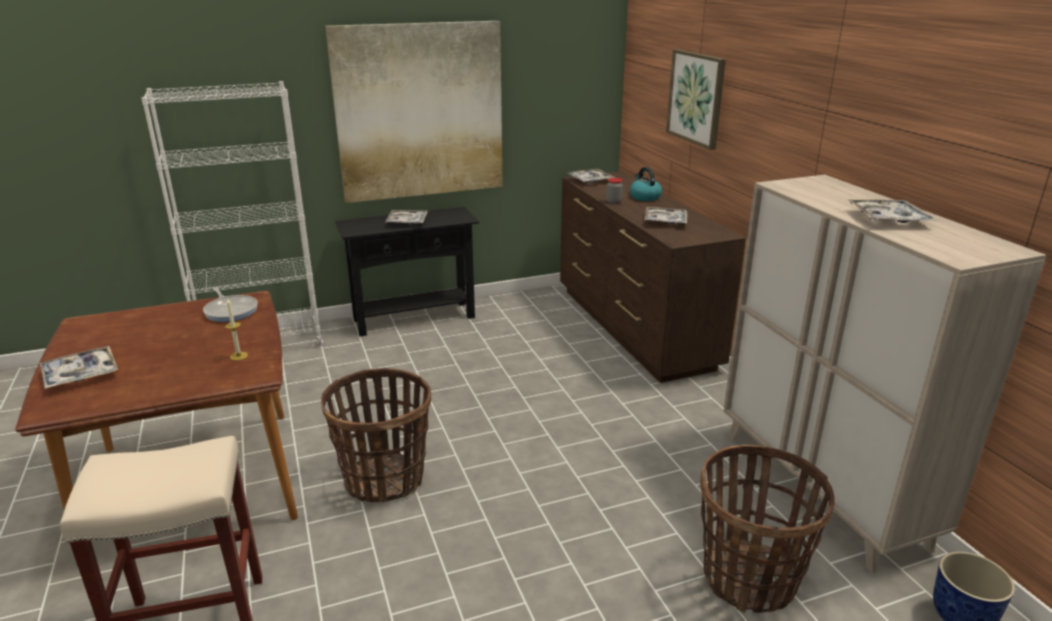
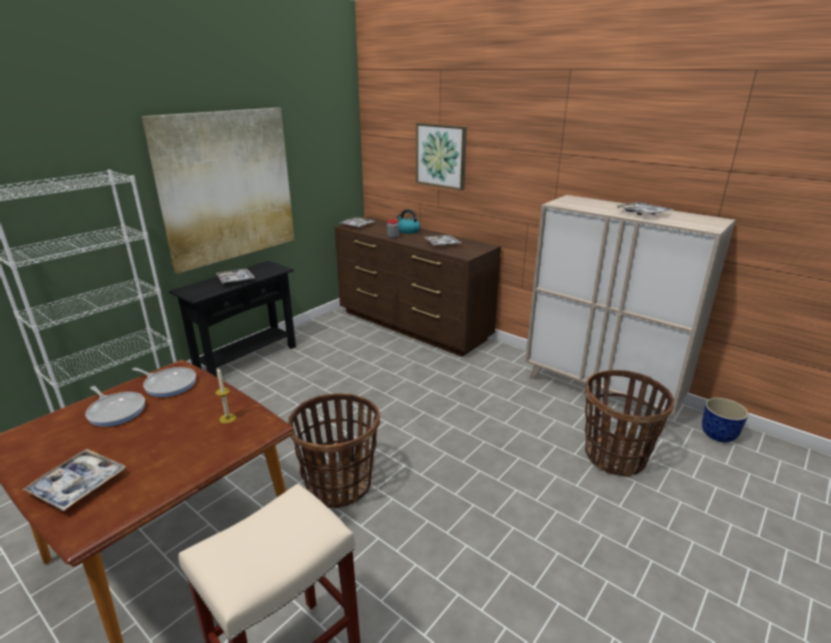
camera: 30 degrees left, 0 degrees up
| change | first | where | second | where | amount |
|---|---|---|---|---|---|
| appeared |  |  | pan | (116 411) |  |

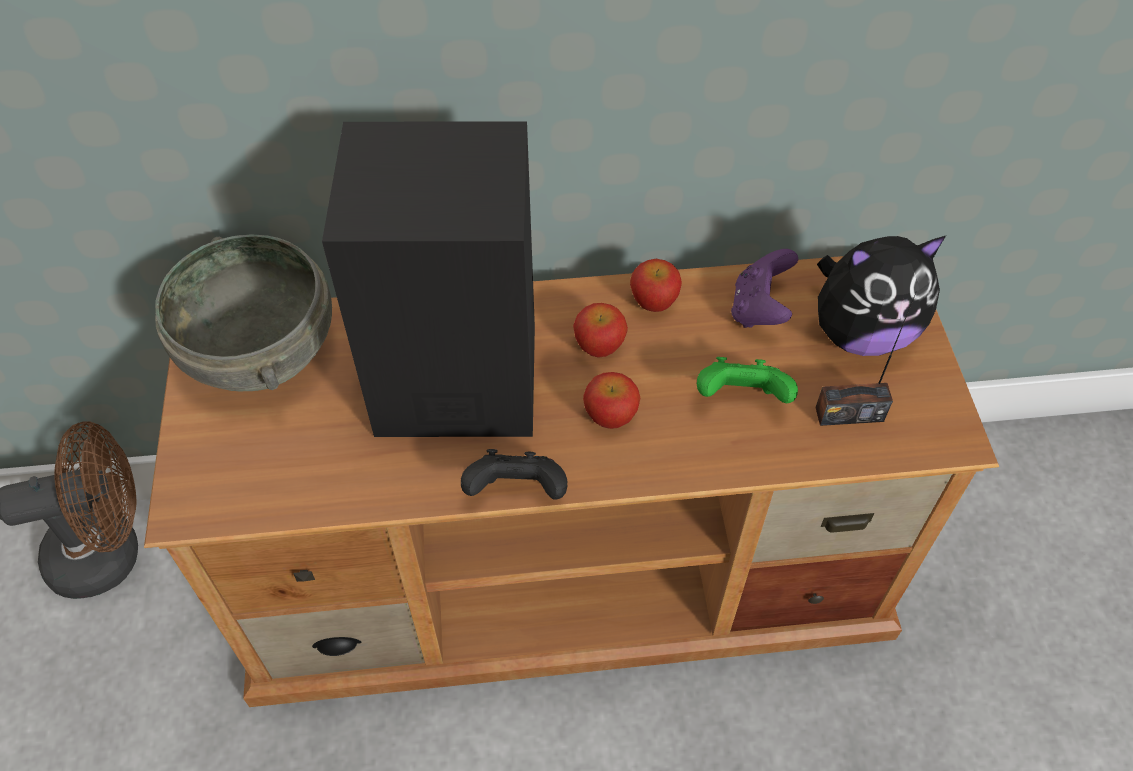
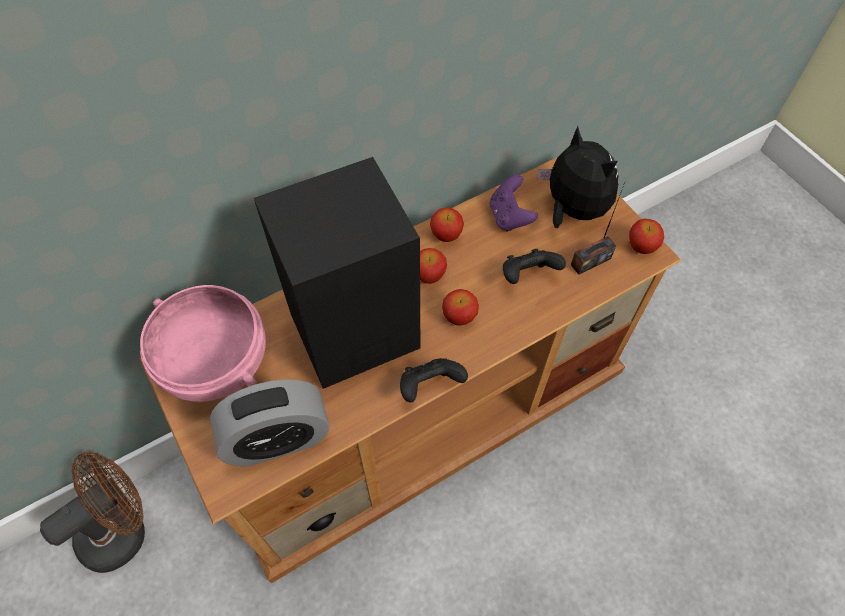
camera: 25 degrees left, 5 degrees up
| change | first | where | second | where | amount |
|---|---|---|---|---|---|
| colour | gray deep dish | (263 352) | pinkish deep dish | (218 363) |  |
| appeared |  |  | alarm clock | (278 439) |  |
| colour | green-coloured game controller | (741 399) | black game controller | (527 276) |  |
| spun | cuddly toy | (861 333) |  | (572 210) | 90 degrees counterclockwise |
| appeared |  |  | apple fruit | (641 246) |  |

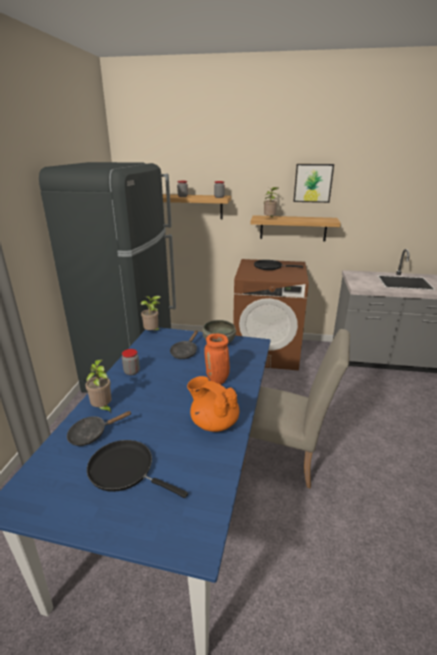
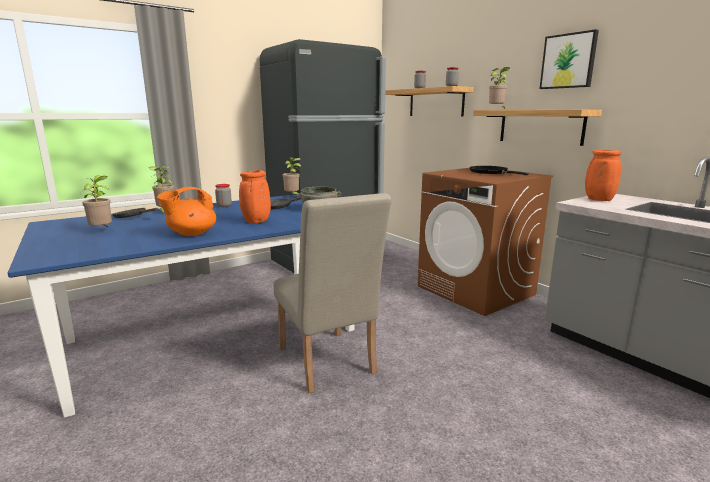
camera: 45 degrees right, 10 degrees down
| change | first | where | second | where | amount |
|---|---|---|---|---|---|
| exchanged | black pan | (125 470) | plant in a pot | (102 231) |  |
| spun | orangey tea pot | (214 422) |  | (191 234) | 120 degrees counterclockwise |
| appeared |  |  | orangey flower vase | (598 200) |  |

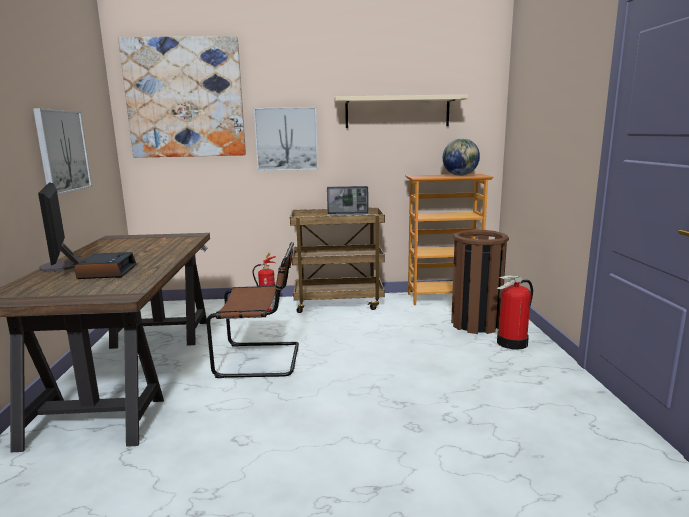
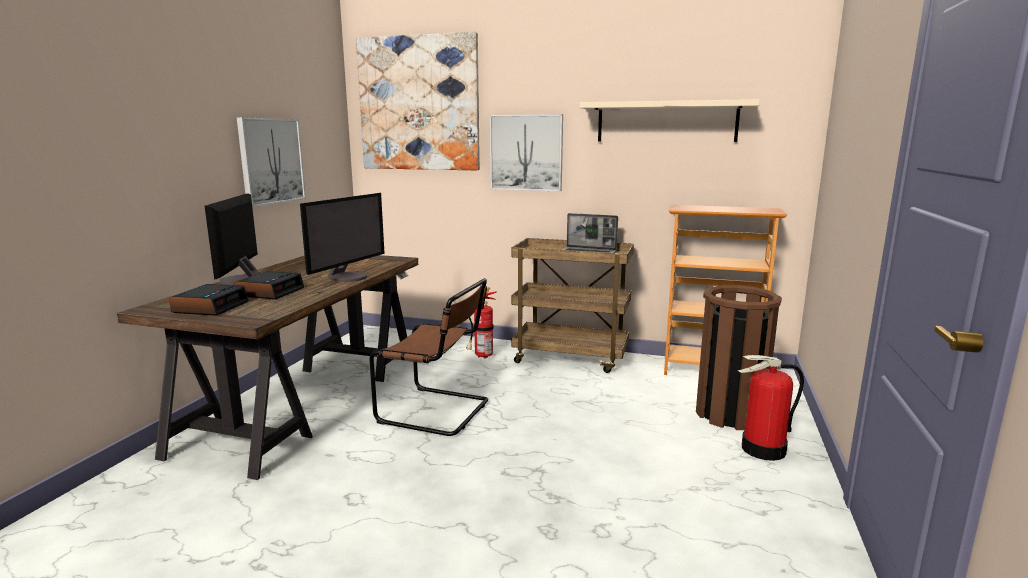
camera: 20 degrees right, 0 degrees up
| change | first | where | second | where | amount |
|---|---|---|---|---|---|
| appeared |  |  | alarm clock | (210 307) |  |
| appeared |  |  | computer display | (348 277) |  |
| missing | desk globe | (460 175) |  |  |  |

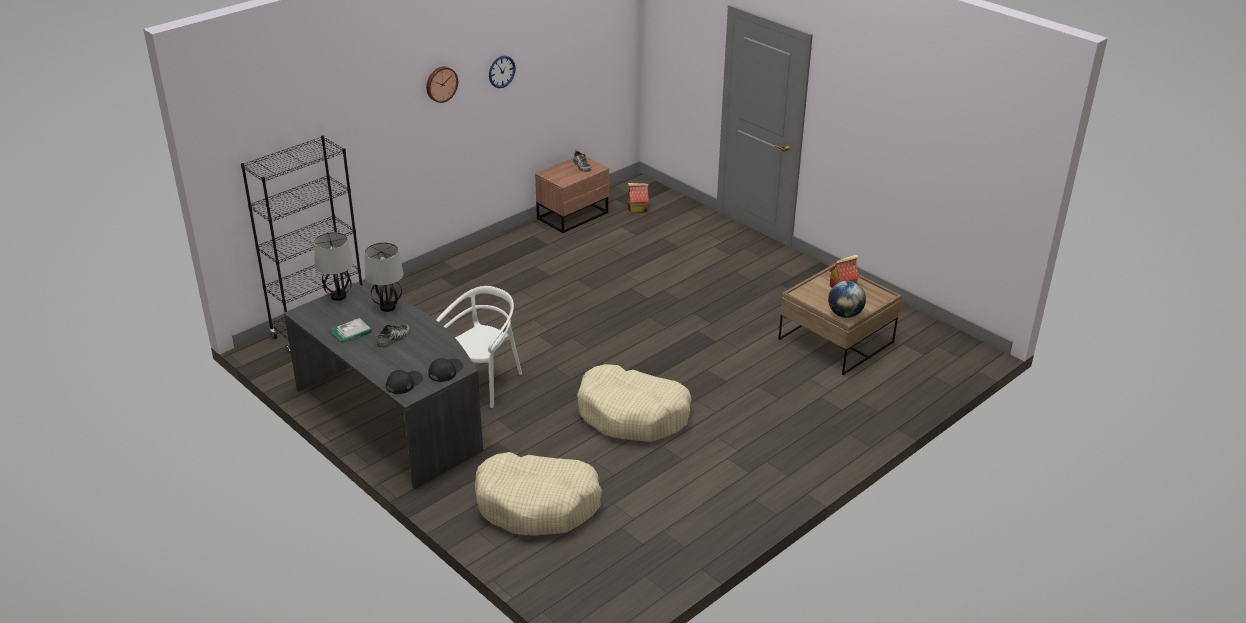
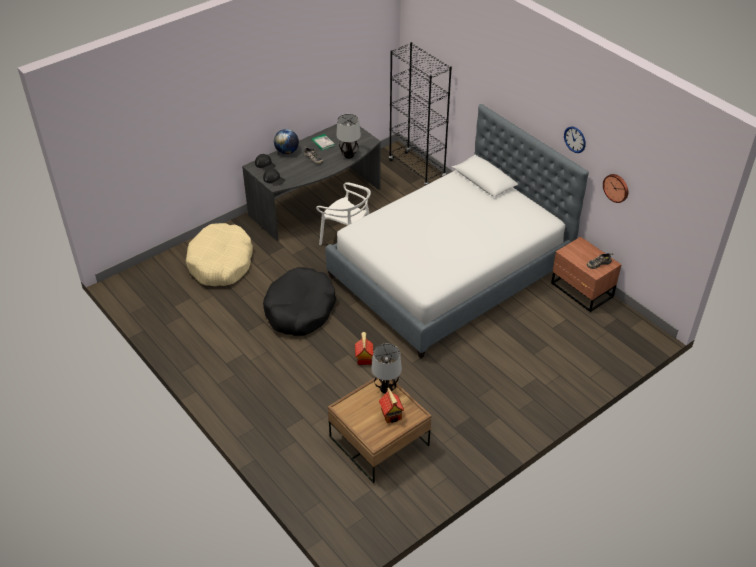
camera: 95 degrees right, 10 degrees up
| change | first | where | second | where | amount |
|---|---|---|---|---|---|
| colour | sand-coloured dog bed | (633 415) | black dog bed | (300 310) |  |
| relocated | desk globe | (844 314) |  | (287 151) |  |
| appeared |  |  | bed | (450 271) |  |
| relocated | toy house | (637 209) |  | (363 358) |  |
| relocated | lamp for a table | (338 296) |  | (386 388) |  |
| relocated | hanging clock | (441 84) |  | (616 187) |  |

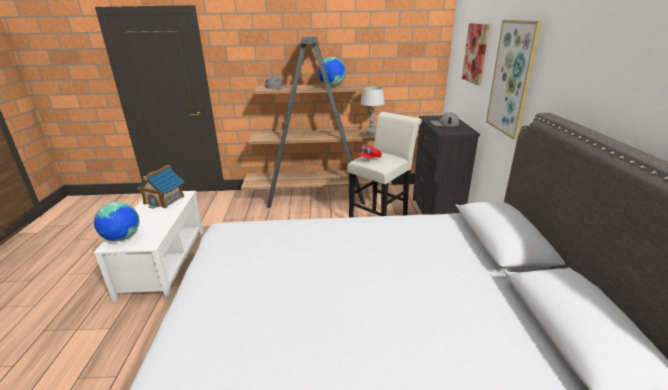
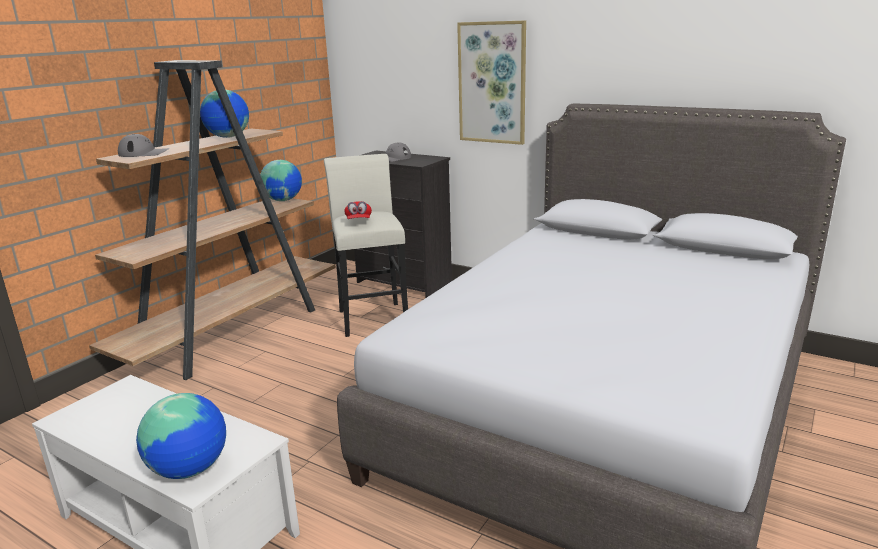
camera: 55 degrees left, 5 degrees down
| change | first | where | second | where | amount |
|---|---|---|---|---|---|
| exchanged | gray lamp for a table | (371 132) | desk globe | (283 200) |  |
| missing | toy house | (164 200) |  |  |  |
| missing | picture | (475 53) |  |  |  |

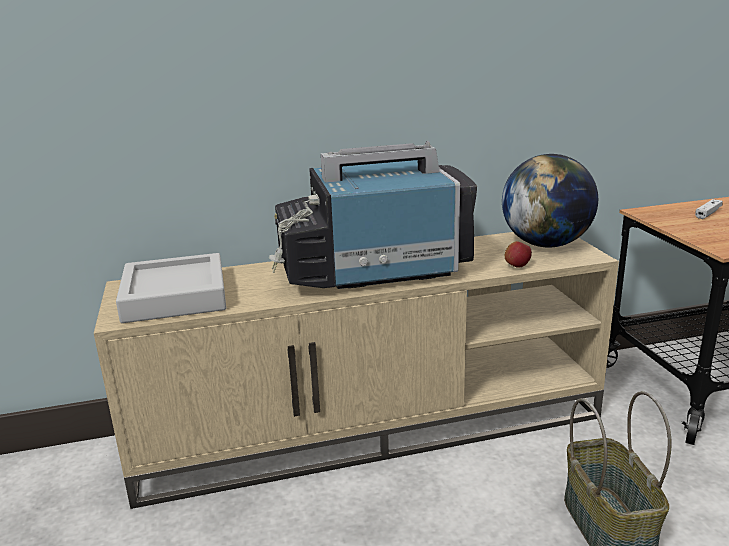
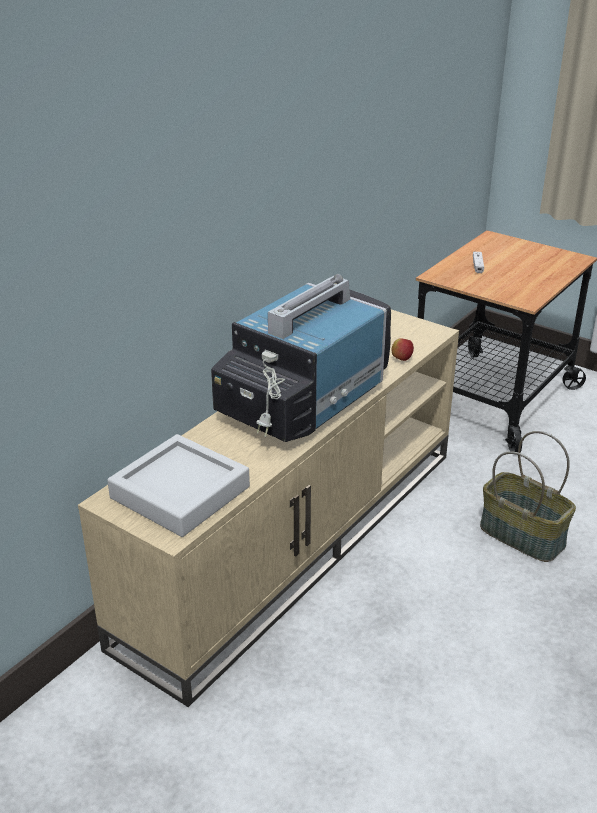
camera: 40 degrees left, 10 degrees up
| change | first | where | second | where | amount |
|---|---|---|---|---|---|
| missing | desk globe | (546 244) |  |  |  |

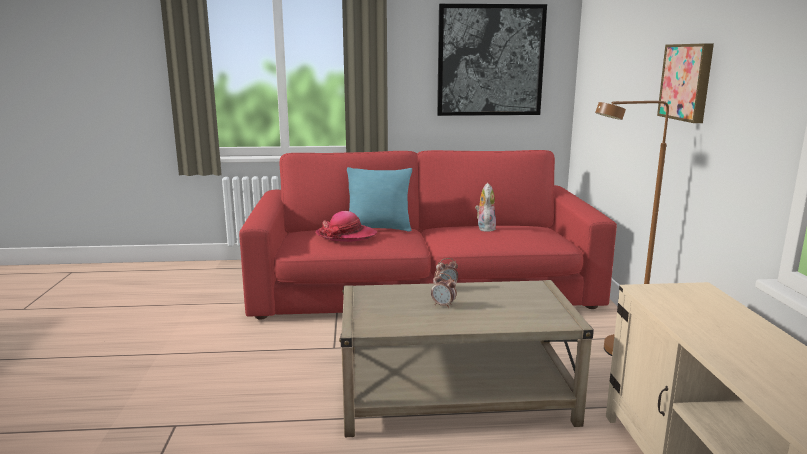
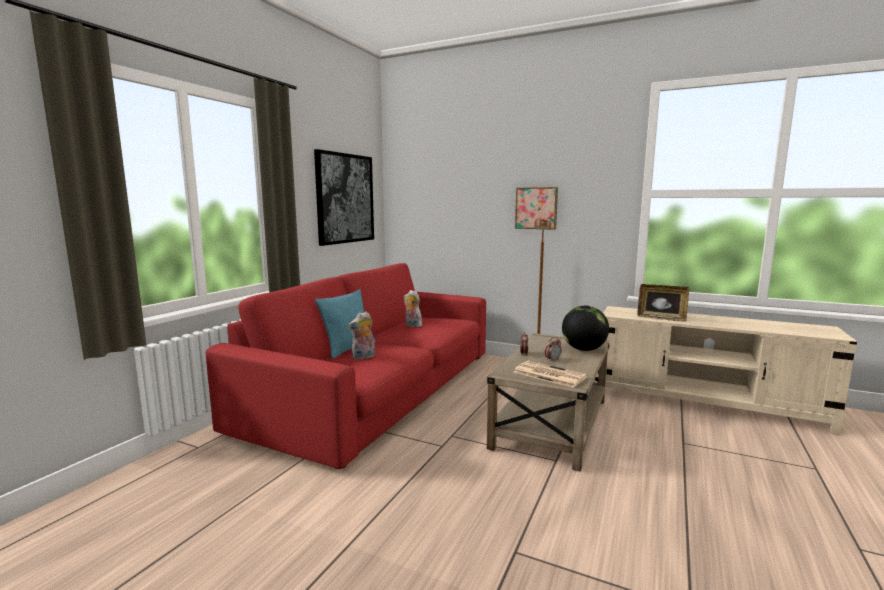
camera: 60 degrees left, 5 degrees down
| change | first | where | second | where | amount |
|---|---|---|---|---|---|
| exchanged | clothing hat | (346 235) | cuddly toy | (363 357) |  |
| appeared |  |  | newspaper | (548 374) |  |
| appeared |  |  | desk globe | (583 349) |  |
| appeared |  |  | picture frame | (661 318) |  |

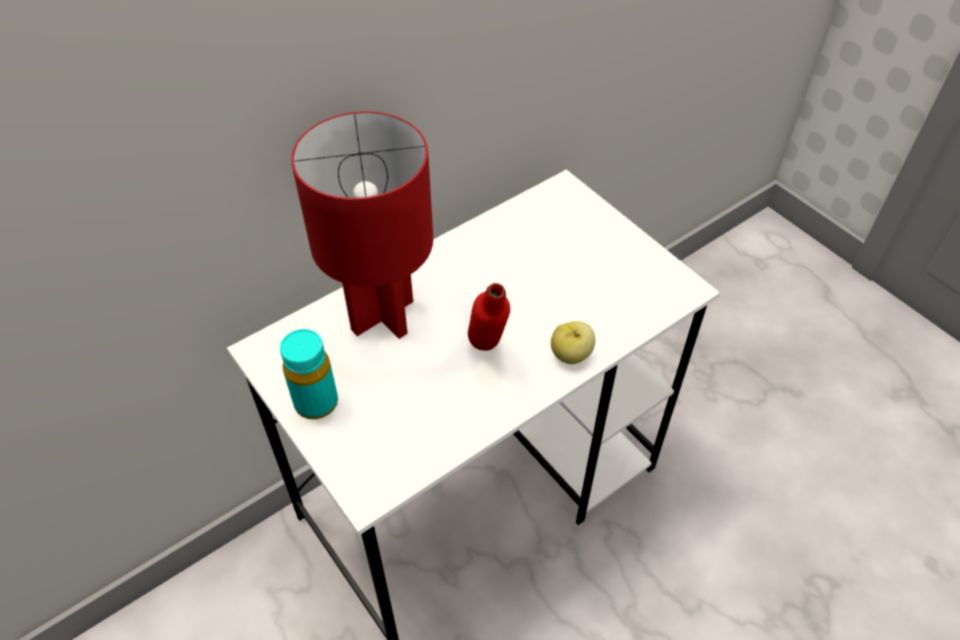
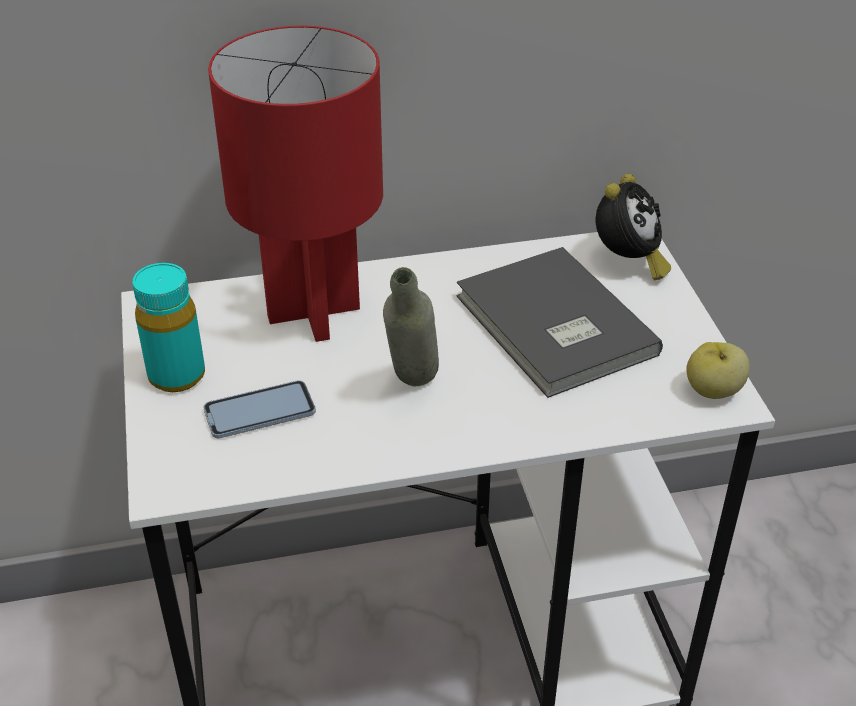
camera: 25 degrees right, 10 degrees down
| change | first | where | second | where | amount |
|---|---|---|---|---|---|
| appeared |  |  | handset | (260 411) |  |
| colour | reddish bottle | (488 353) | gray bottle | (412 390) |  |
| appeared |  |  | gray volume | (552 328) |  |
| appeared |  |  | alarm clock | (628 263) |  |
| relocated | apple fruit | (571 355) |  | (713 391) |  |

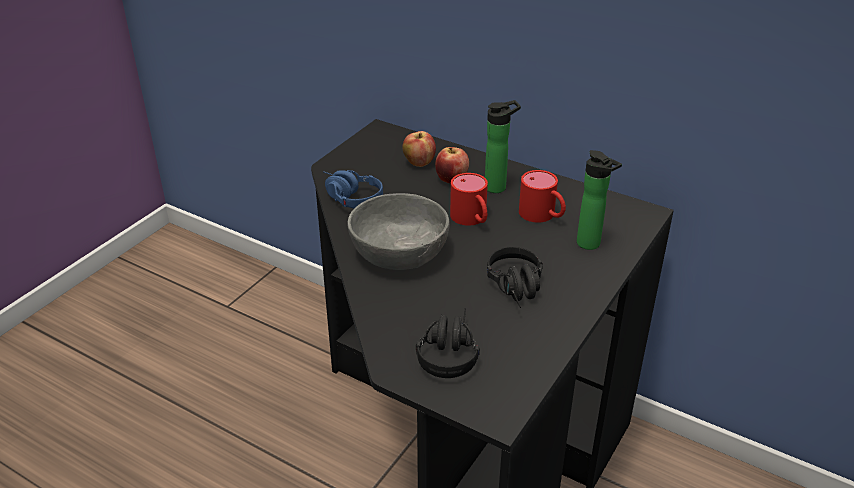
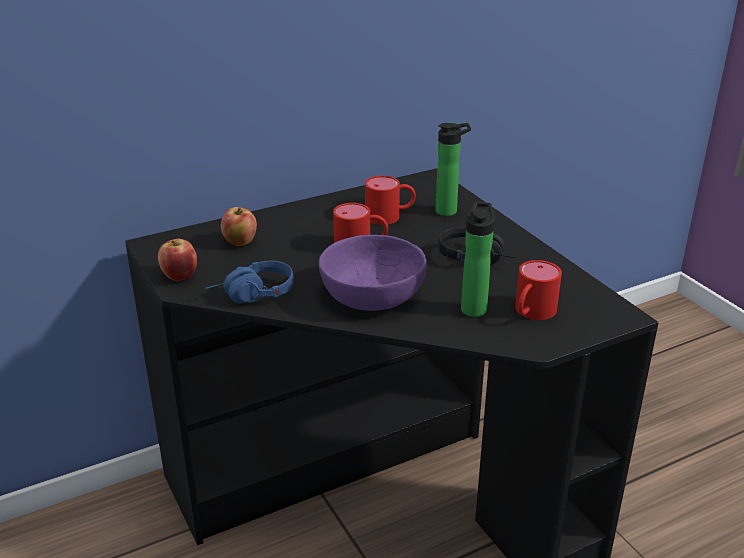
camera: 60 degrees left, 5 degrees down
| change | first | where | second | where | amount |
|---|---|---|---|---|---|
| relocated | apple fruit | (451 180) |  | (180 276) |  |
| colour | gray deep dish | (398 252) | purple deep dish | (371 295) |  |
| relocated | bottle | (498 187) |  | (474 307) |  |
| exchanged | black headphones | (448 351) | reddish mug | (531 313) |  |

